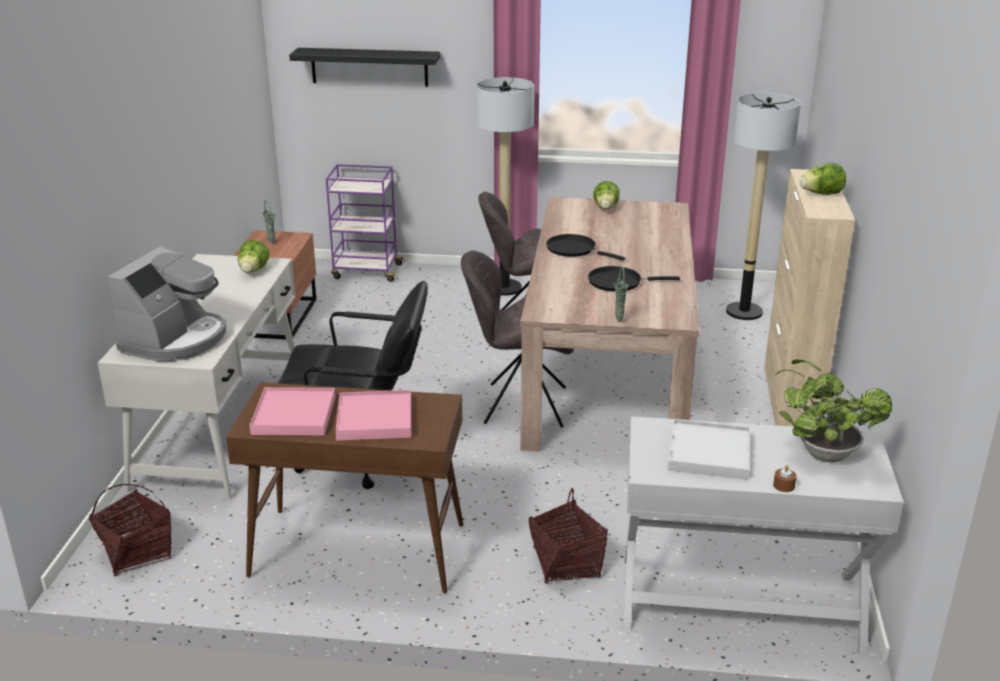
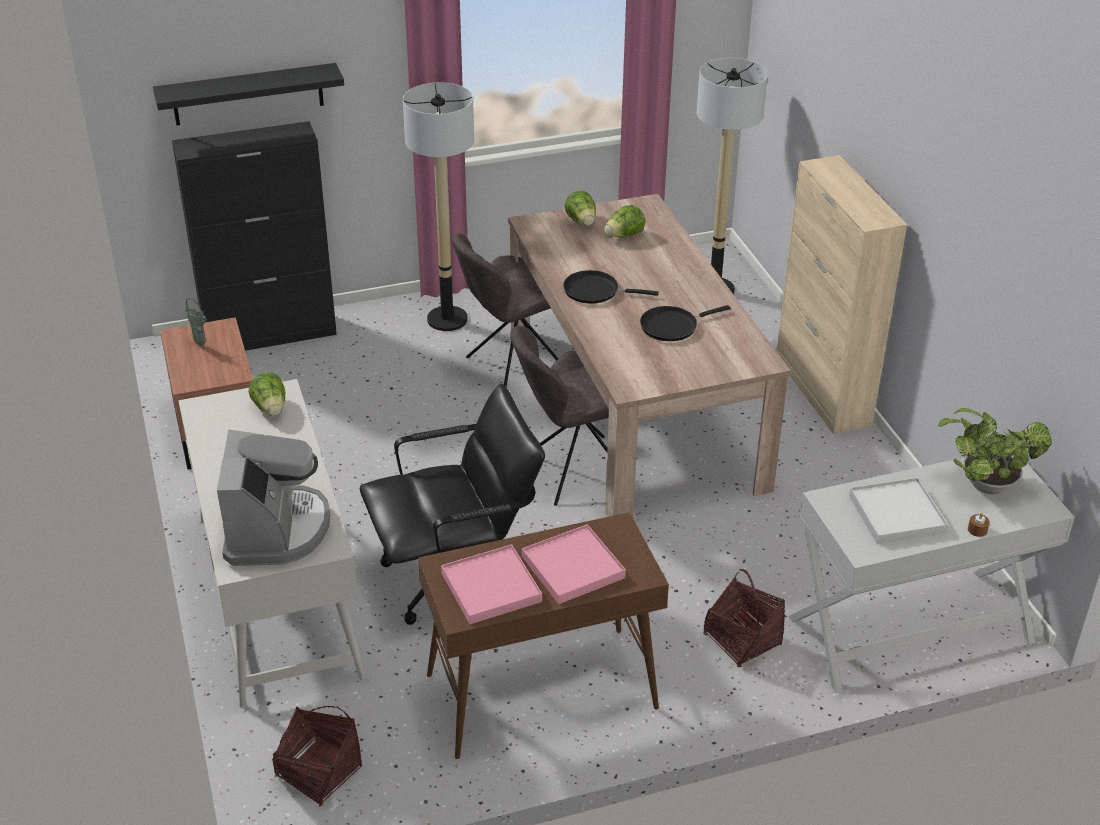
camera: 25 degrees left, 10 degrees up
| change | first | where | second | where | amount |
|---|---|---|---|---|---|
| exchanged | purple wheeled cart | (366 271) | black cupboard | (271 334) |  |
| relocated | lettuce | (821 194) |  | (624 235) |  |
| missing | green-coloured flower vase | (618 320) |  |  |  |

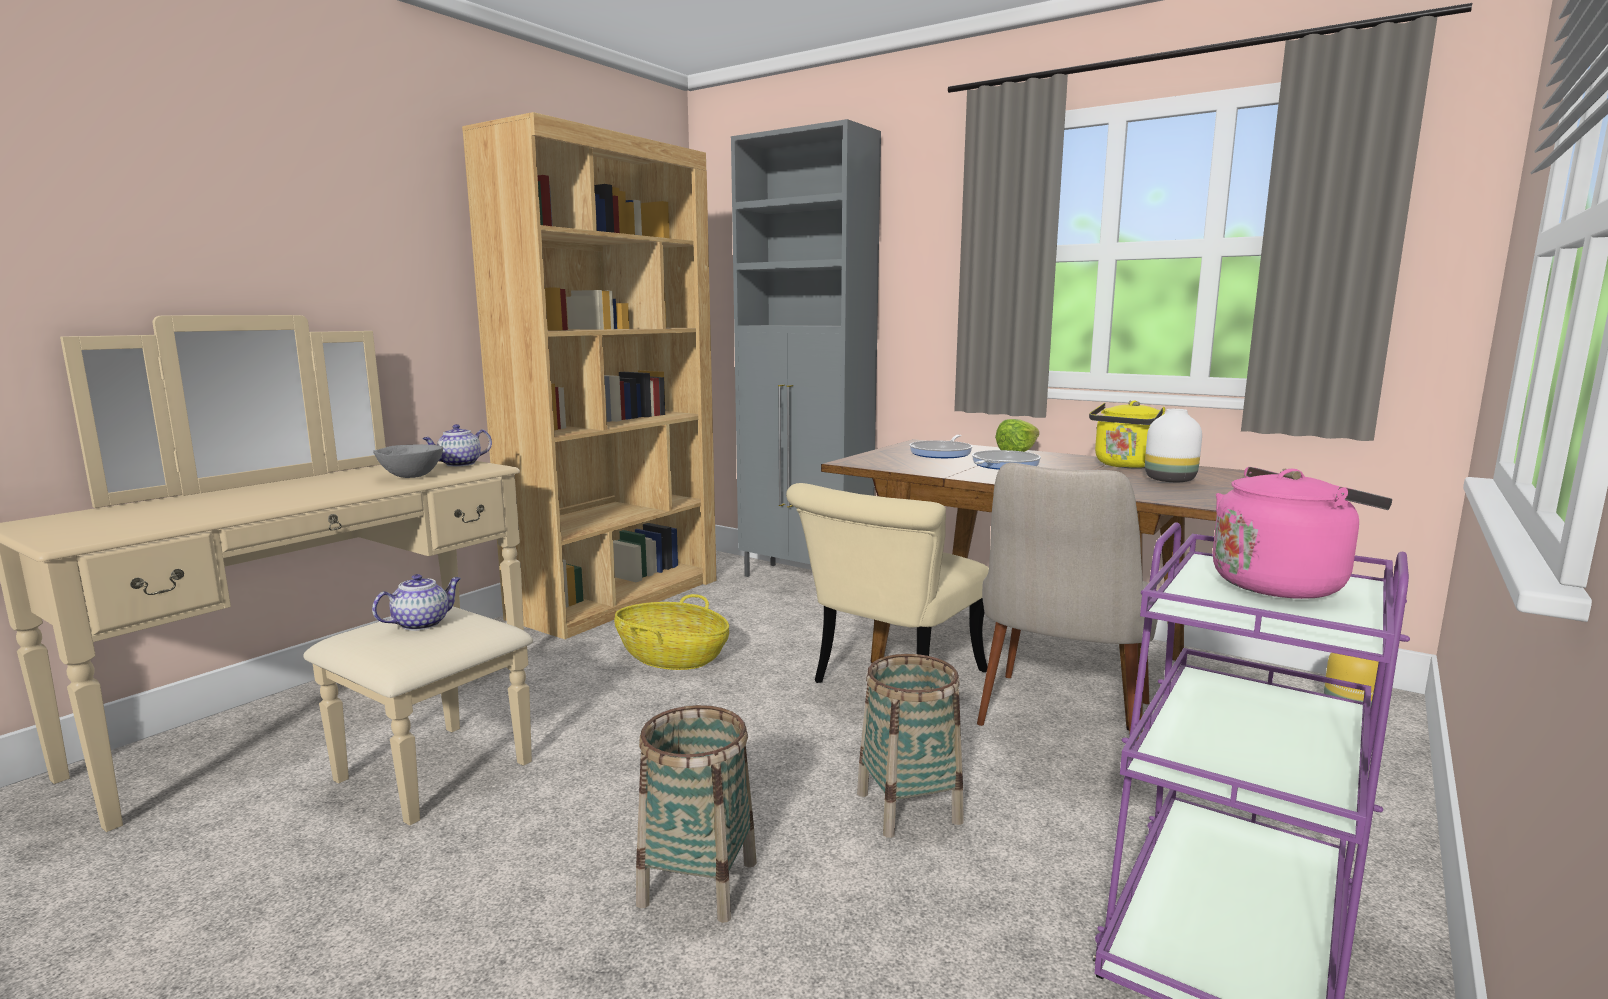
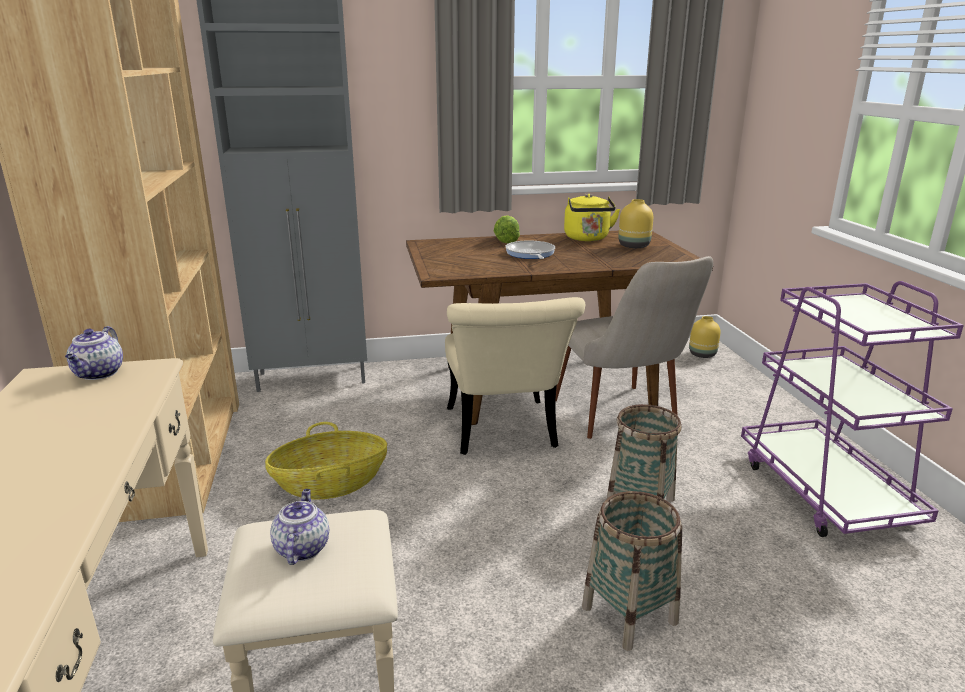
camera: 45 degrees left, 10 degrees up
| change | first | where | second | where | amount |
|---|---|---|---|---|---|
| colour | whitish flower vase | (1169 480) | yellow flower vase | (634 246) |  |
| missing | gray deep dish | (412 476) |  |  |  |
| missing | pan | (942 453) |  |  |  |
| missing | pinkish kettle | (1282 584) |  |  |  |

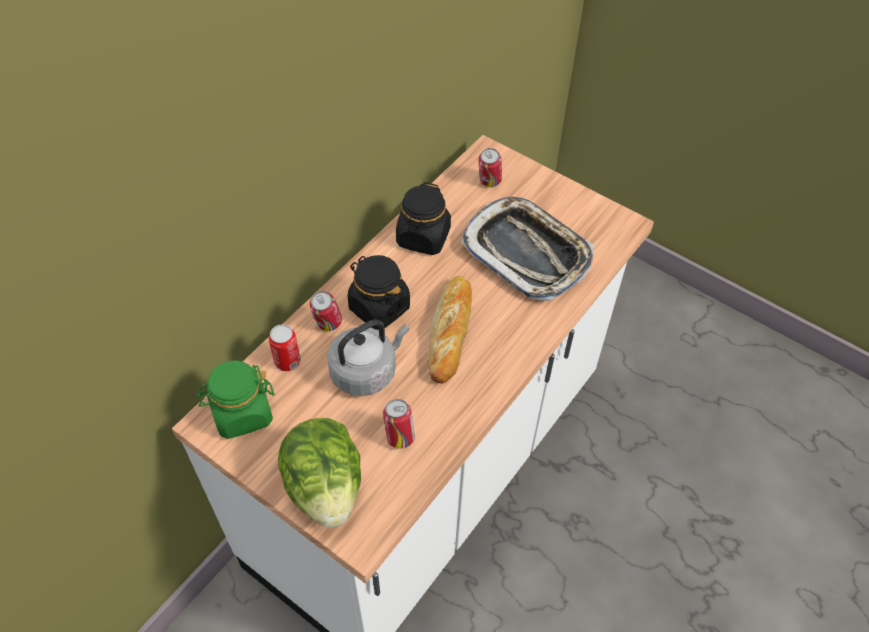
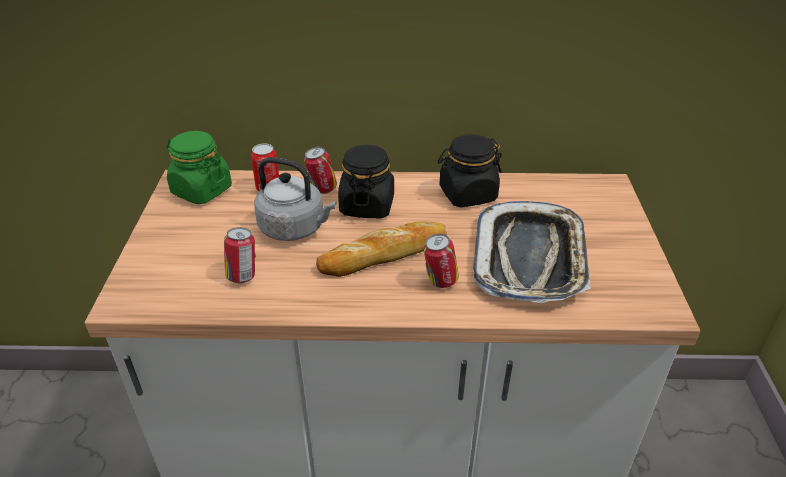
camera: 55 degrees right, 15 degrees down
| change | first | where | second | where | amount |
|---|---|---|---|---|---|
| relocated | metal can | (489 183) |  | (440 282) |  |
| missing | lettuce | (325 487) |  |  |  |

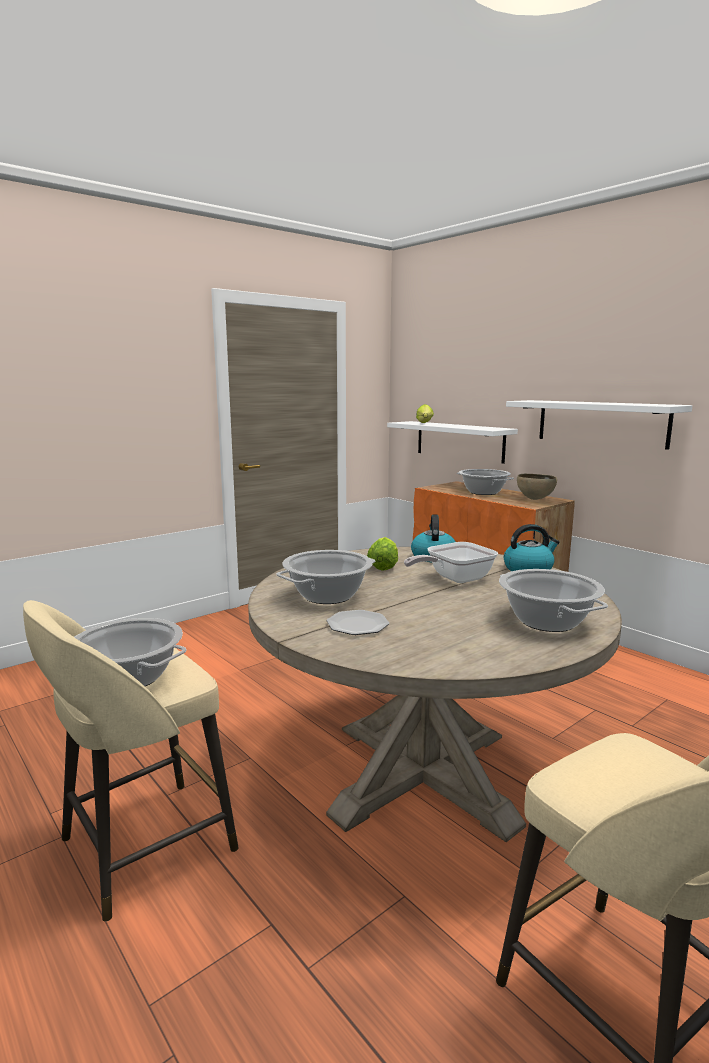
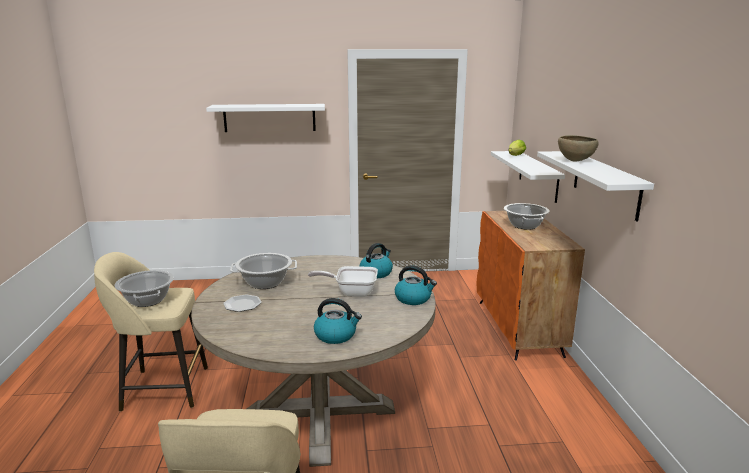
camera: 35 degrees right, 5 degrees up
| change | first | where | second | where | amount |
|---|---|---|---|---|---|
| appeared |  |  | whitish shelf | (269 117) |  |
| exchanged | saucepot | (546 621) | kettle | (336 335) |  |
| relocated | brownish deep dish | (535 499) |  | (575 161) |  |
| missing | lettuce | (384 566) |  |  |  |

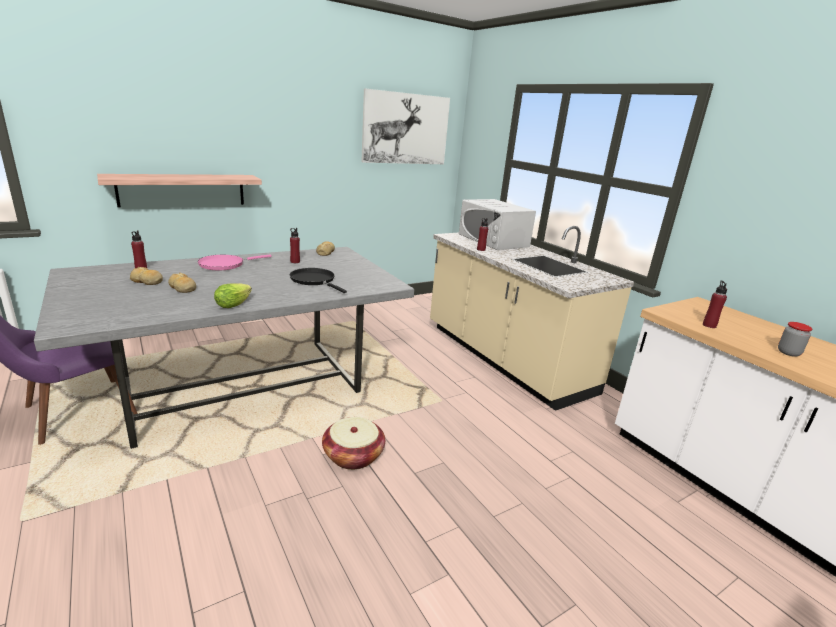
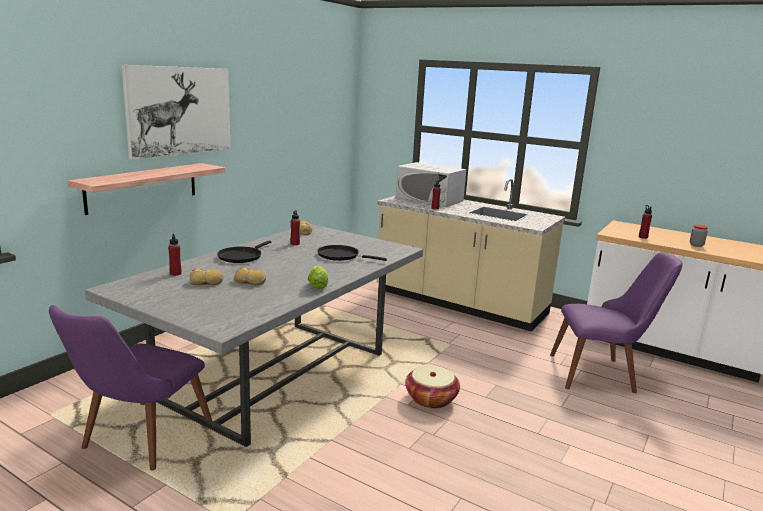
camera: 25 degrees left, 5 degrees down
| change | first | where | second | where | amount |
|---|---|---|---|---|---|
| relocated | picture | (405 129) |  | (180 111) |  |
| colour | pinkish pan | (225 265) | black pan | (241 256) |  |
| appeared |  |  | purple plain chair | (603 374) |  |

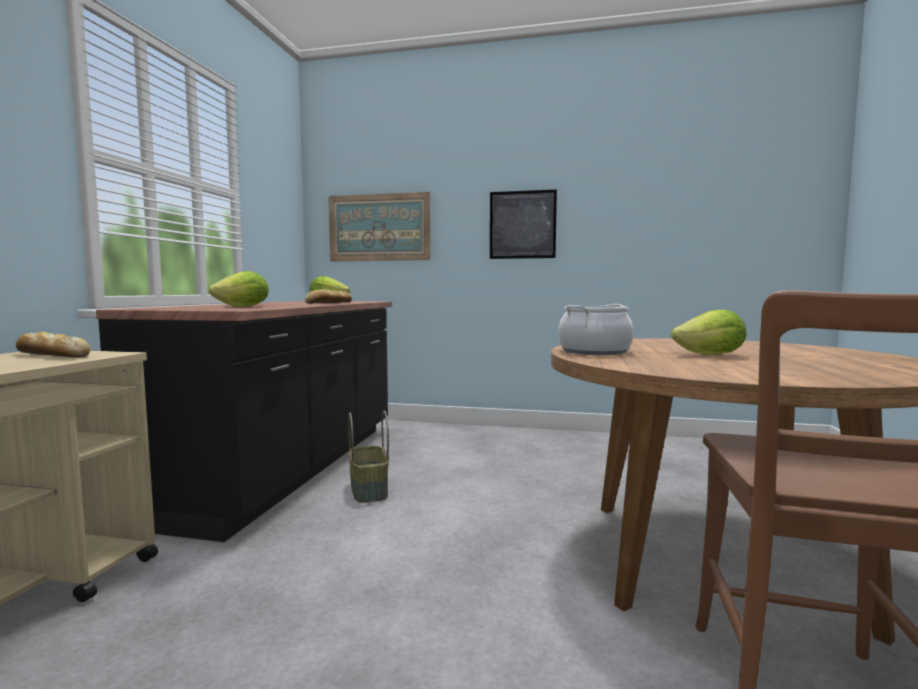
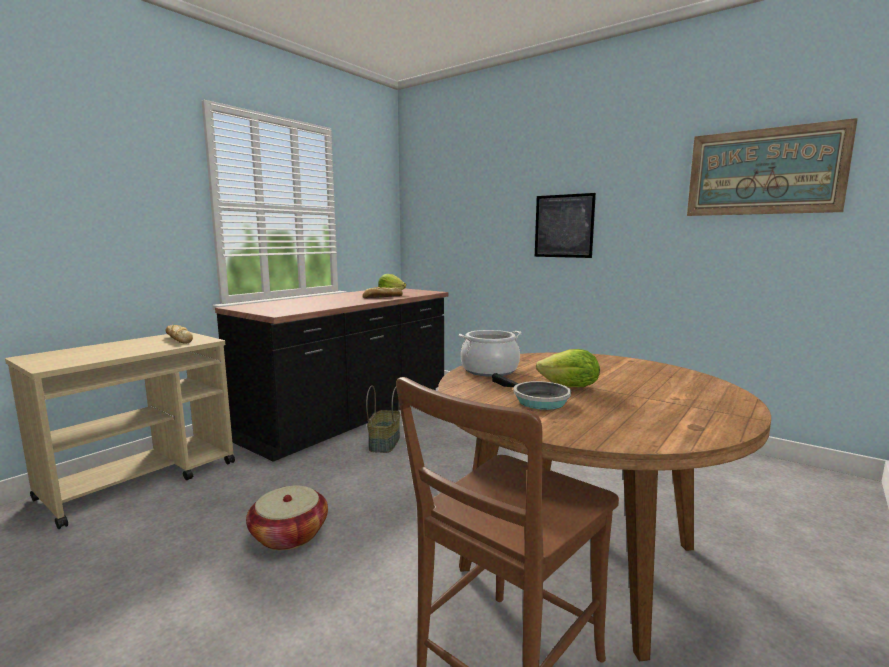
camera: 25 degrees right, 5 degrees up
| change | first | where | second | where | amount |
|---|---|---|---|---|---|
| appeared |  |  | household basket | (289 535) |  |
| appeared |  |  | pan | (536 400) |  |
| relocated | picture | (379 227) |  | (764 172) |  |
| missing | lettuce | (243 306) |  |  |  |

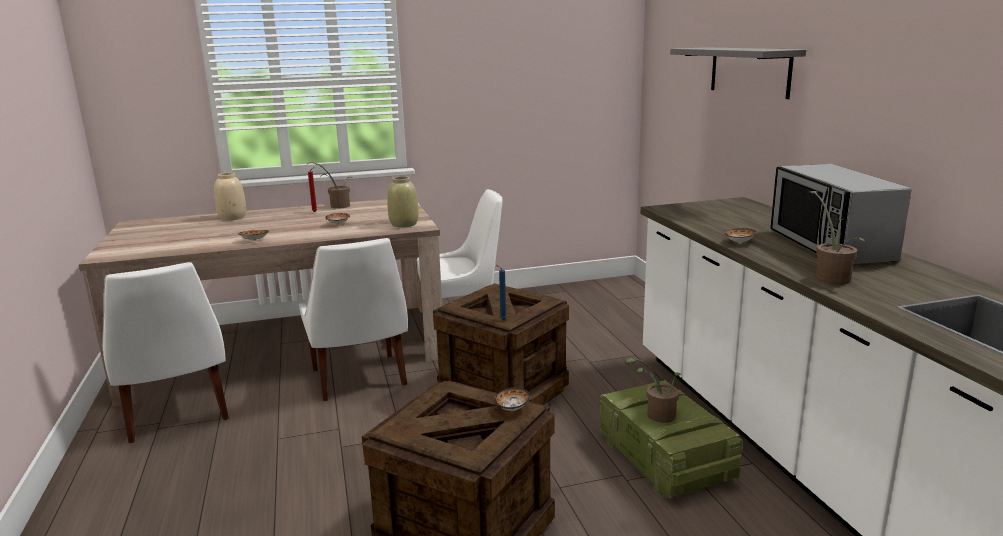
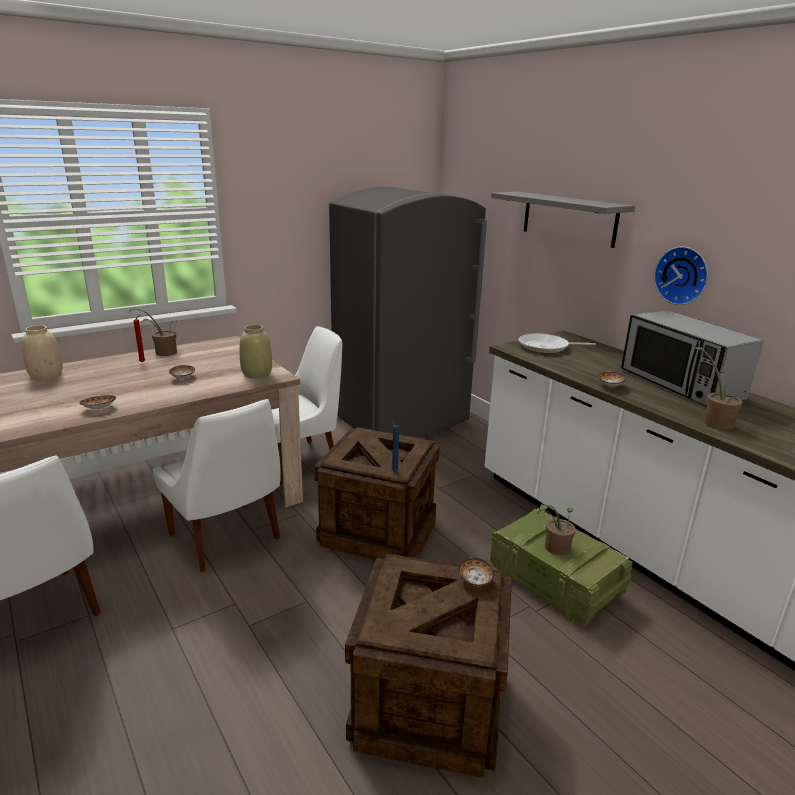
camera: 20 degrees left, 5 degrees up
| change | first | where | second | where | amount |
|---|---|---|---|---|---|
| appeared |  |  | gray kitchen fridge | (402 419) |  |
| appeared |  |  | pan | (546 347) |  |
| appeared |  |  | hanging clock | (682 275) |  |

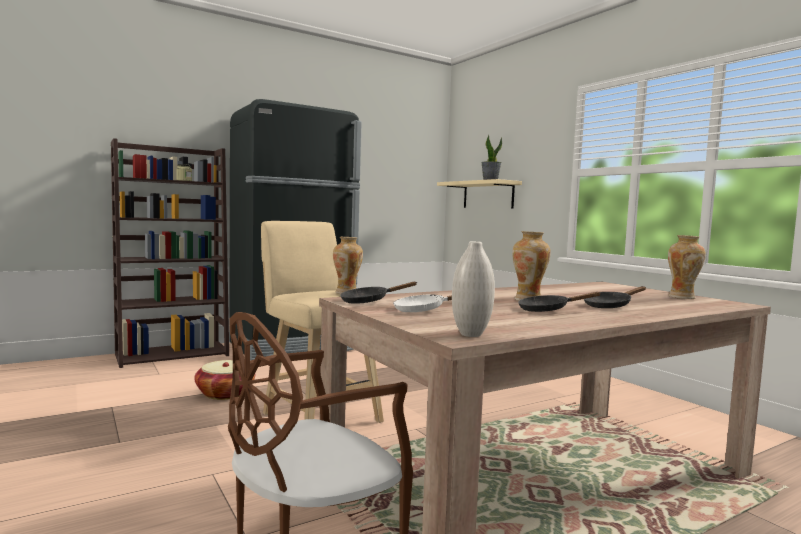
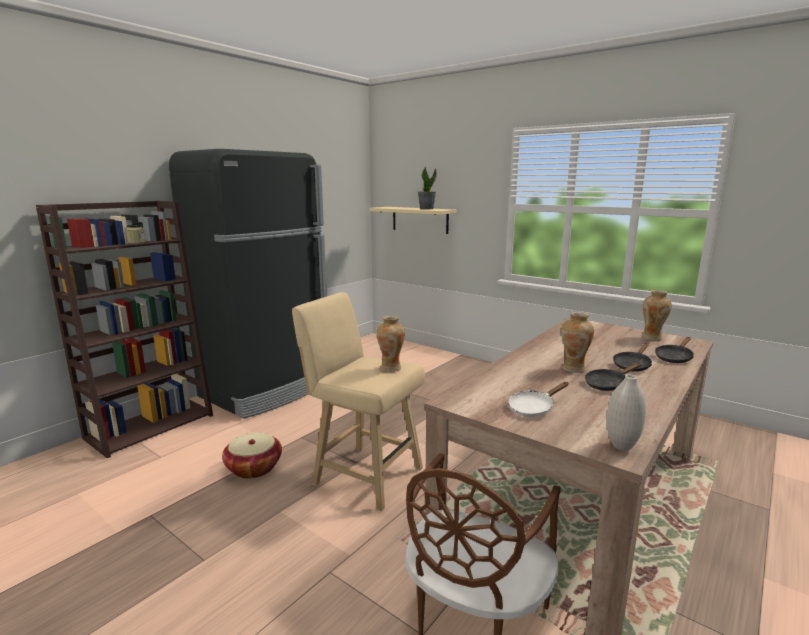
camera: 20 degrees left, 10 degrees up
| change | first | where | second | where | amount |
|---|---|---|---|---|---|
| relocated | black pan | (369 301) |  | (674 357) |  |

